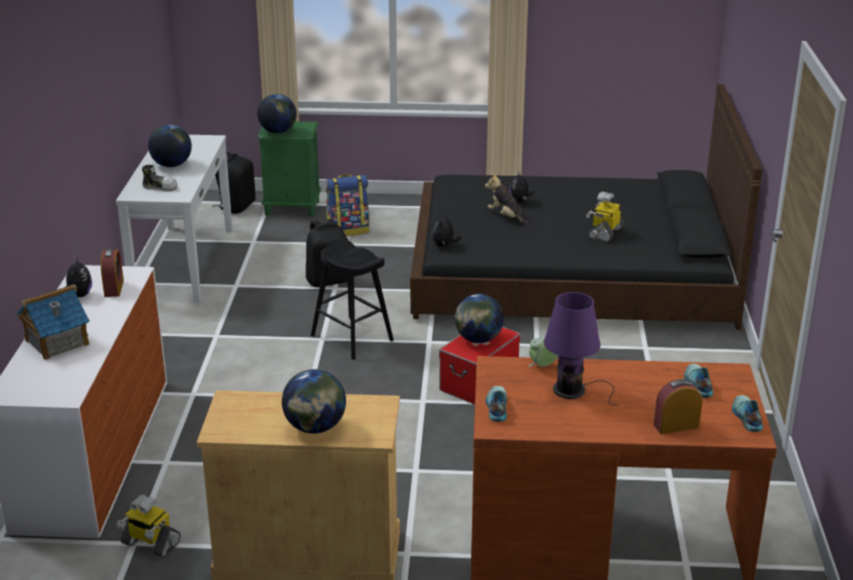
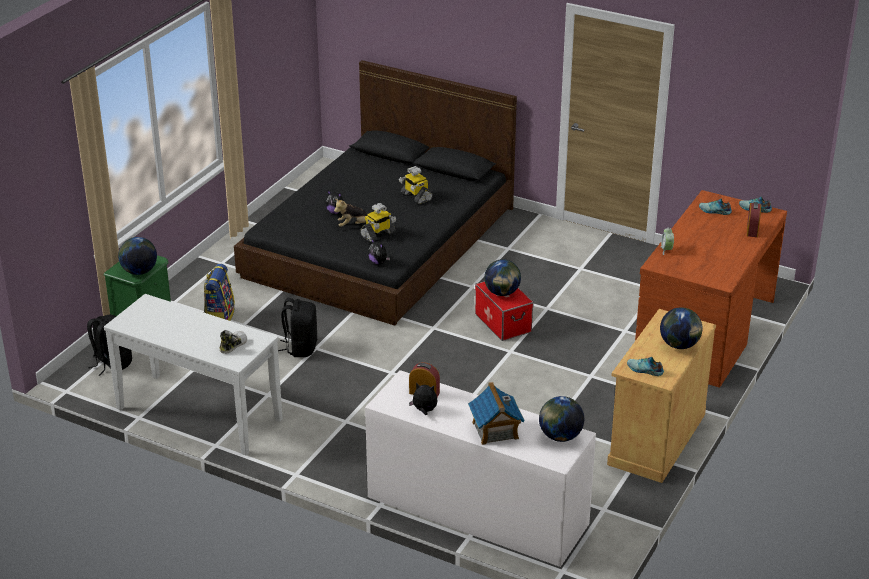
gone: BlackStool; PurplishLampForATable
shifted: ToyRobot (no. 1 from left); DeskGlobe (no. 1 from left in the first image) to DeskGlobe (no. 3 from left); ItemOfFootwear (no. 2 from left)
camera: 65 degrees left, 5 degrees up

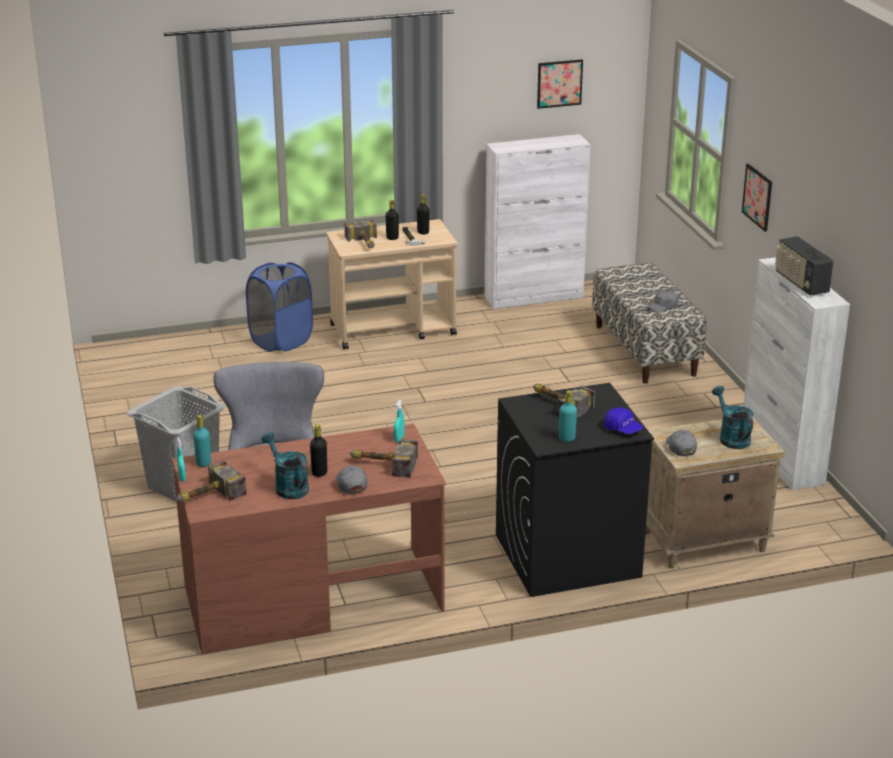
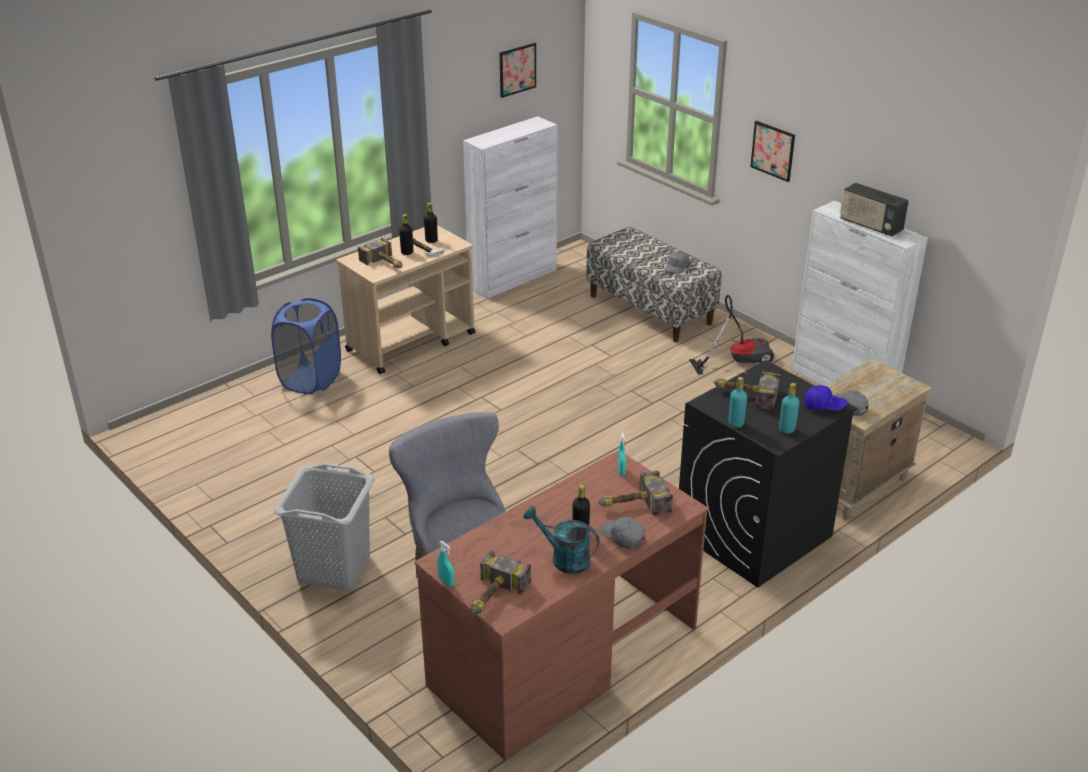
gone: TurquoiseWateringCan (no. 2 from left)
new: Vacuum
shifted: TurquoiseBeverageBottle (no. 1 from left)
camera: 25 degrees left, 5 degrees up

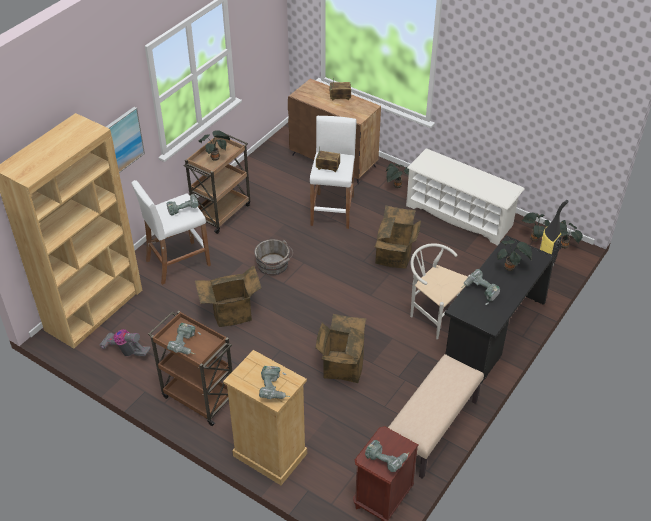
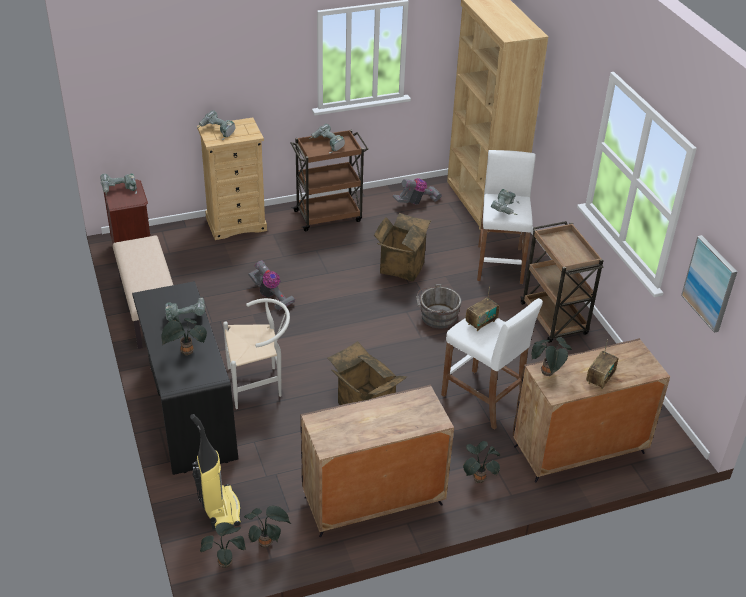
shifted: WallArt; PottedPlant (no. 1 from left in the first image) to PottedPlant (no. 5 from left)
swapped: PackingBox (no. 2 from left) to Vacuum (no. 2 from left); WhiteColouredShoeStand to BrownCabinet (no. 1 from left)
camera: 125 degrees right, 5 degrees down

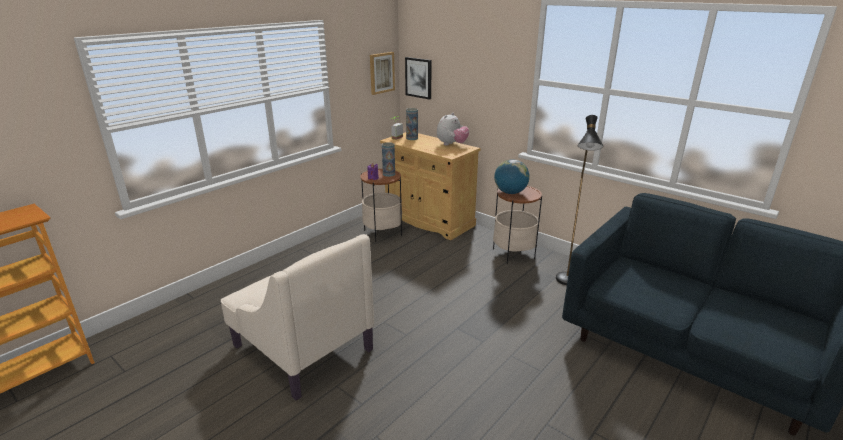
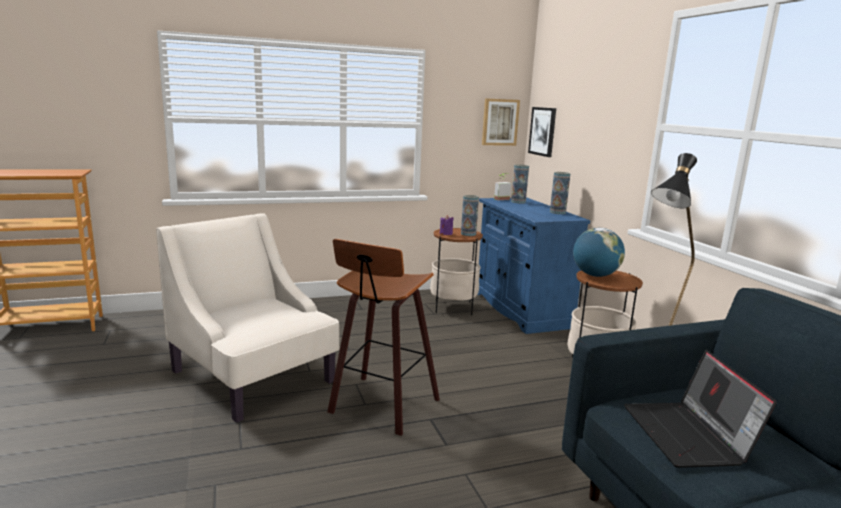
new: Stool; NotebookComputer
swapped: SoftToy to Vase (no. 3 from left)
repainted: BeigeCabinet to BlueColouredCabinet
rotated: BeigeLoungeChair 150 degrees clockwise
camera: 30 degrees right, 10 degrees down

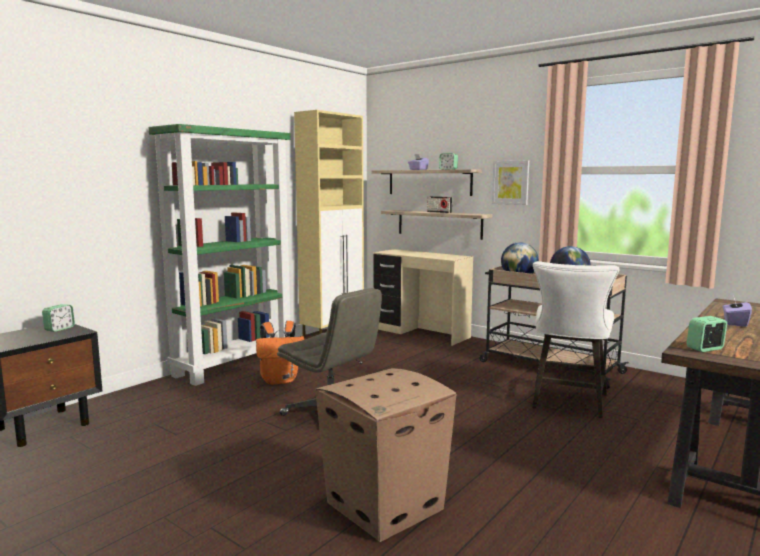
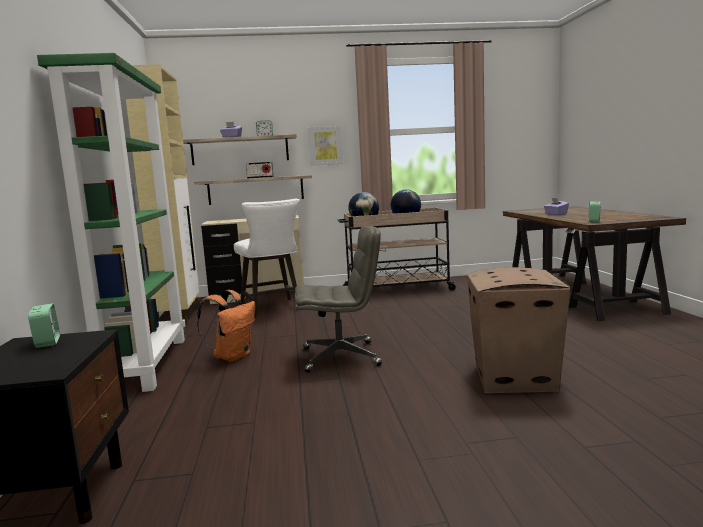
shifted: WhiteColouredStool
camera: 45 degrees left, 0 degrees up

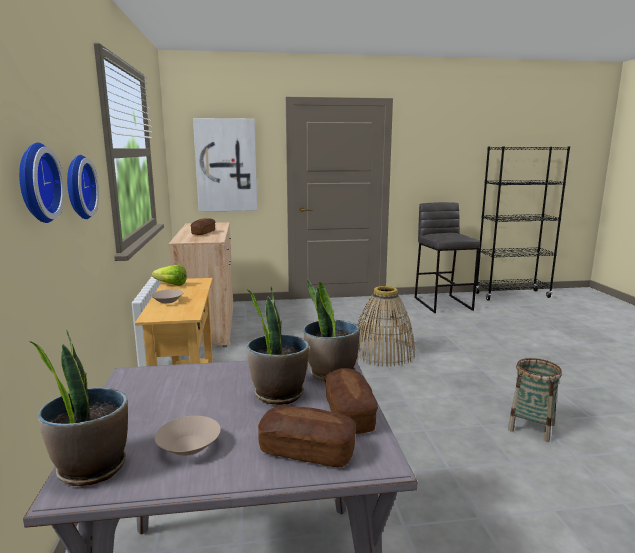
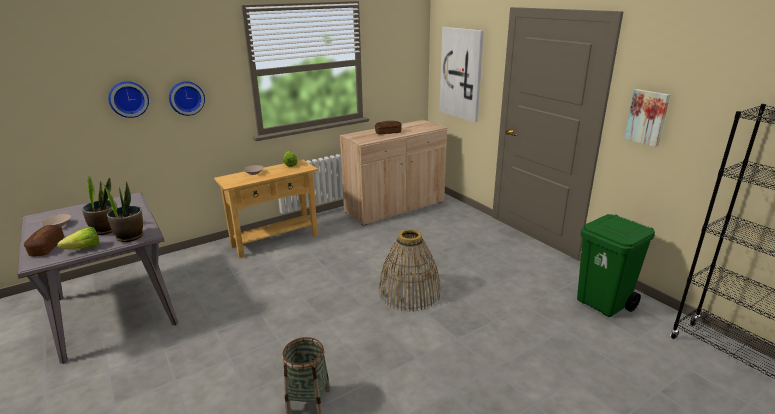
gone: PottedPlant (no. 1 from left)
new: WallArt (no. 2 from left)
swapped: Bread (no. 3 from left) to Lettuce (no. 1 from left); GrayStool to GreenRubbishBin
camera: 65 degrees right, 10 degrees up

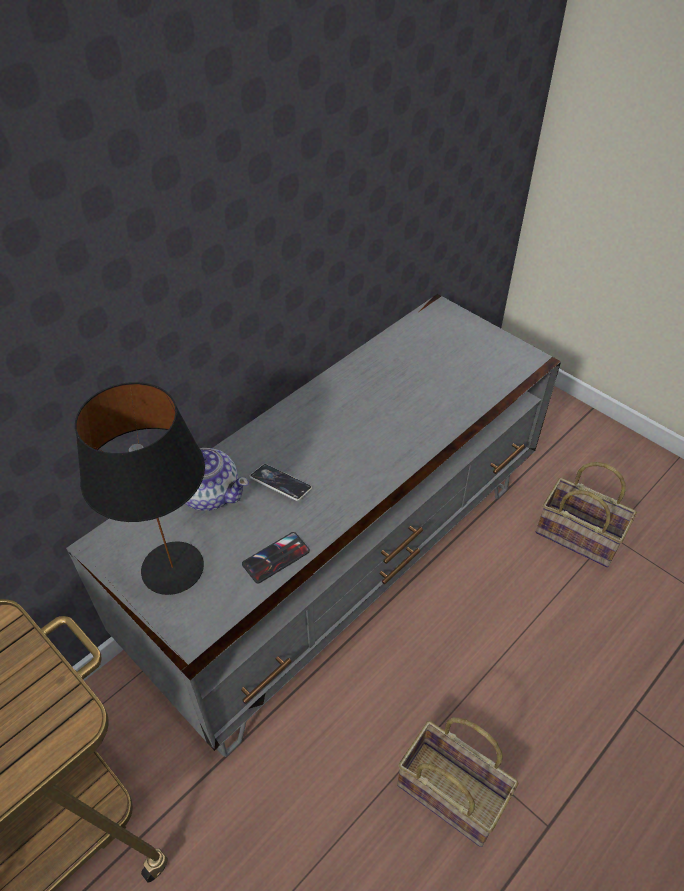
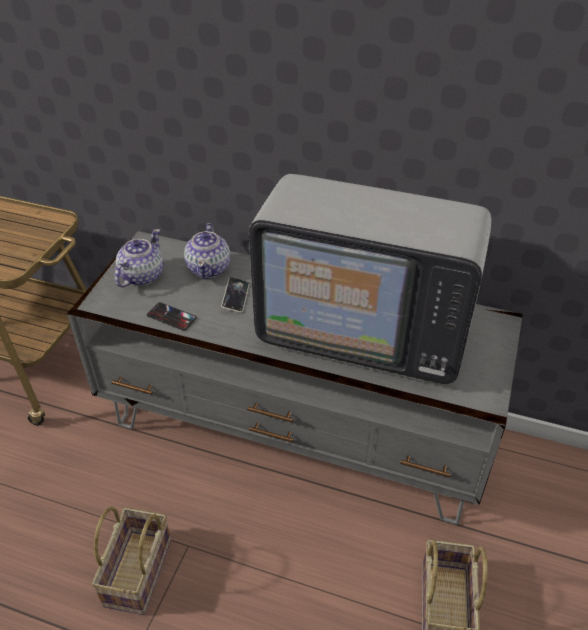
new: Tv
swapped: BlackLampForATable to PotForTea (no. 1 from left)
camera: 65 degrees right, 5 degrees down

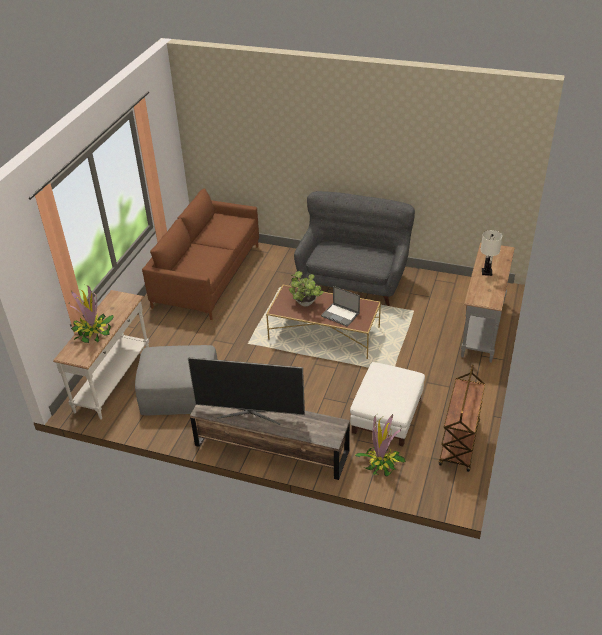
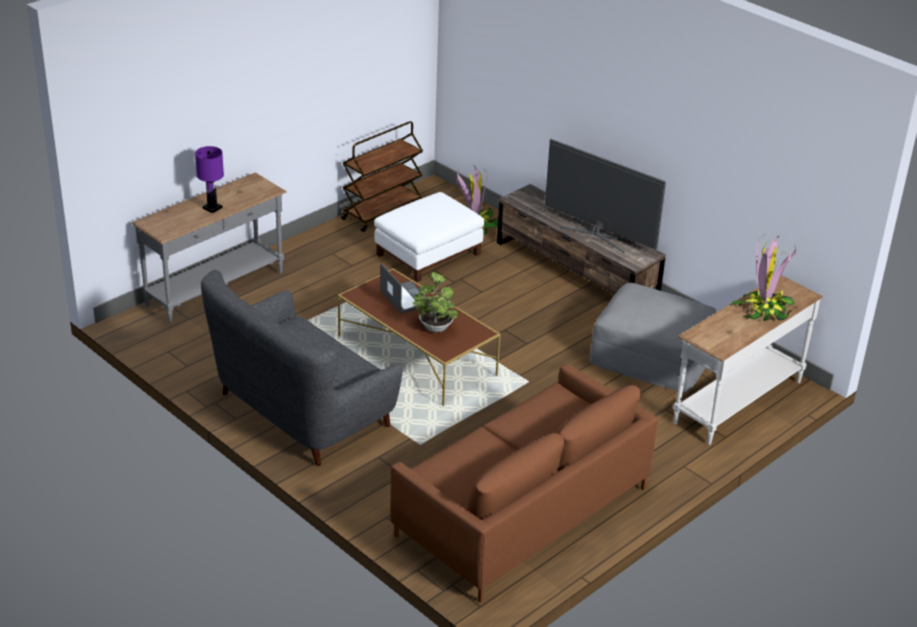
repainted: WhiteColouredLampForATable to PurplishLampForATable
camera: 155 degrees left, 5 degrees down

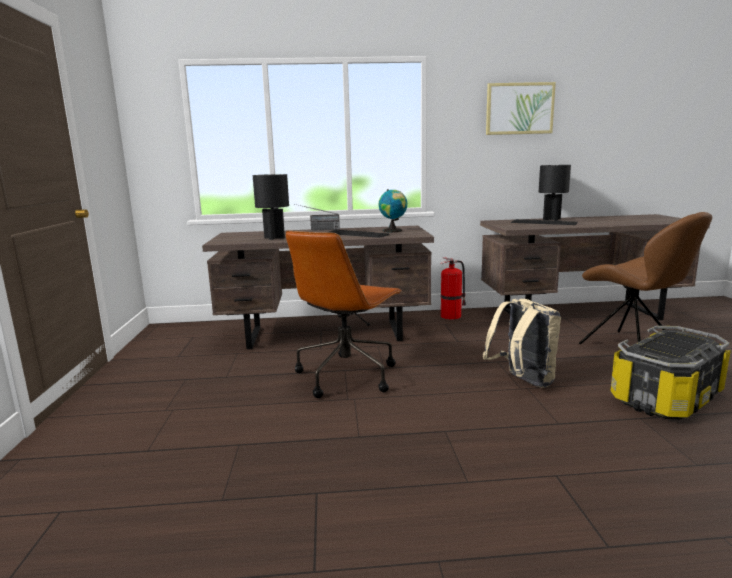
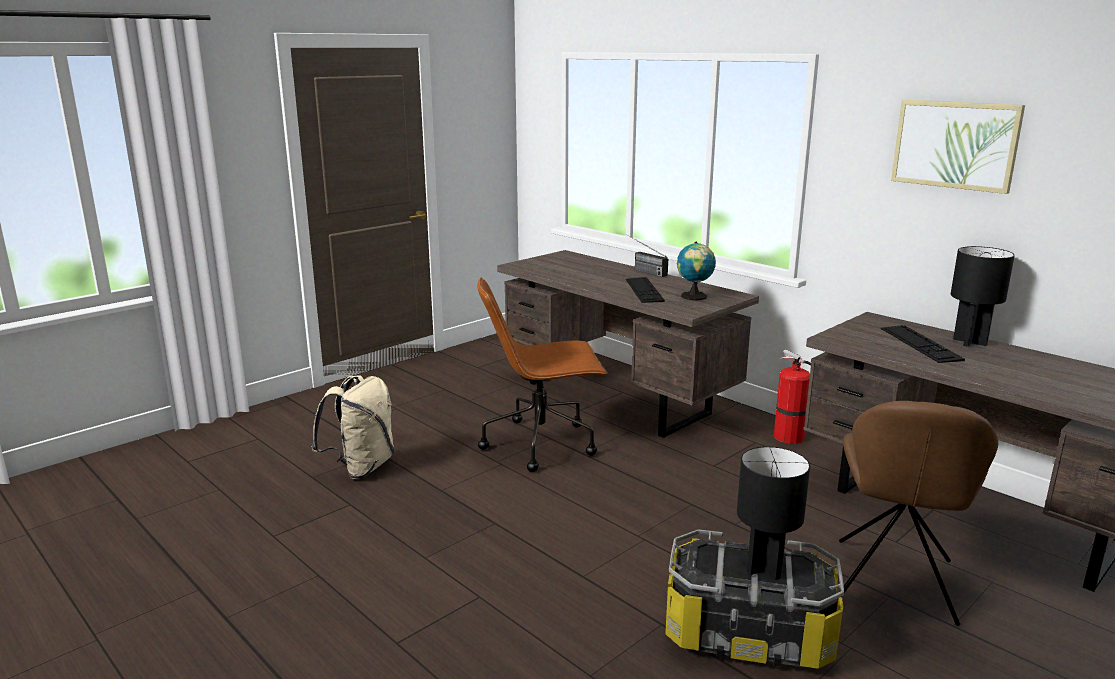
shifted: BlackLampForATable (no. 1 from left); BeigeKnapsack
camera: 50 degrees right, 5 degrees up

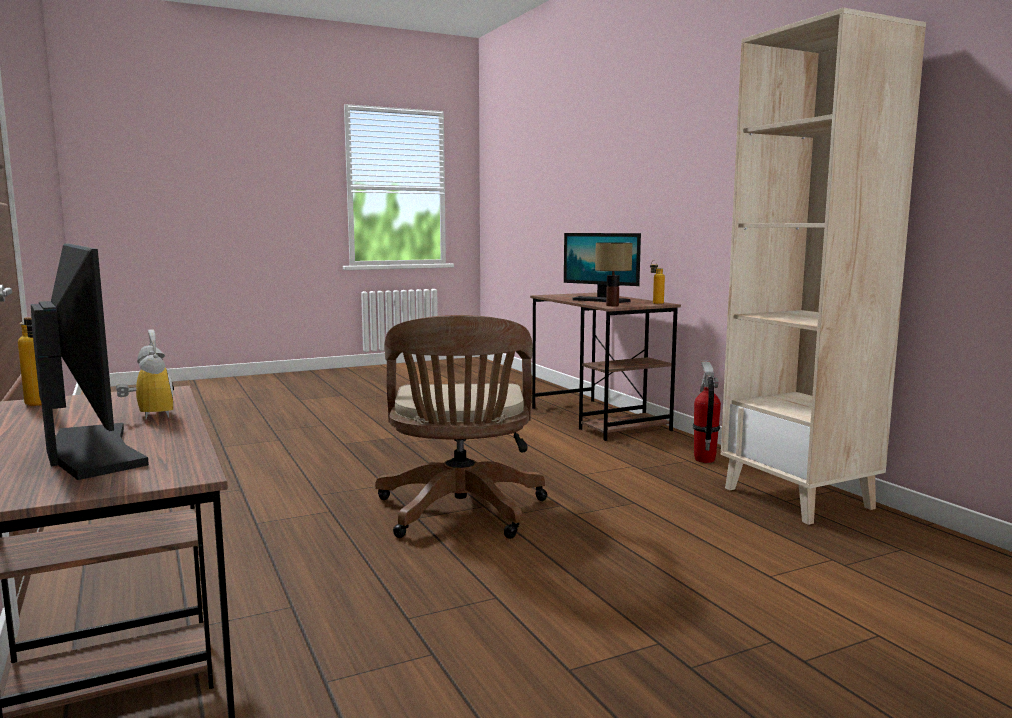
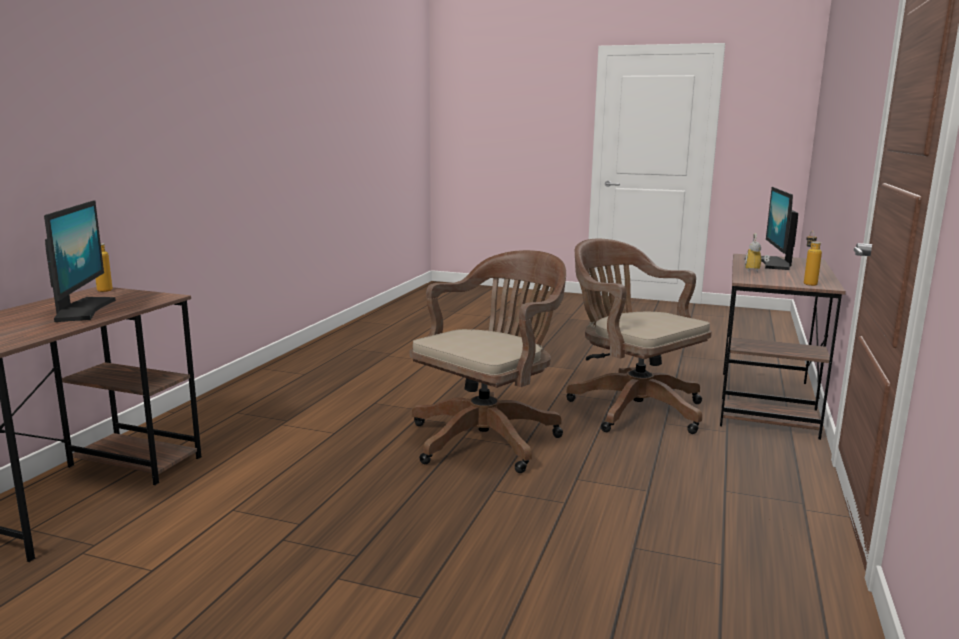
gone: LampForATable; Extinguisher; BeigeShelvingUnit
new: BrownComputerChair (no. 2 from left)
camera: 135 degrees left, 5 degrees up

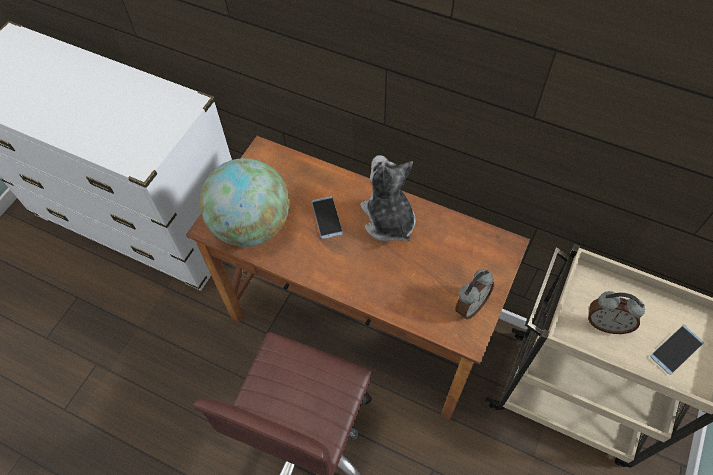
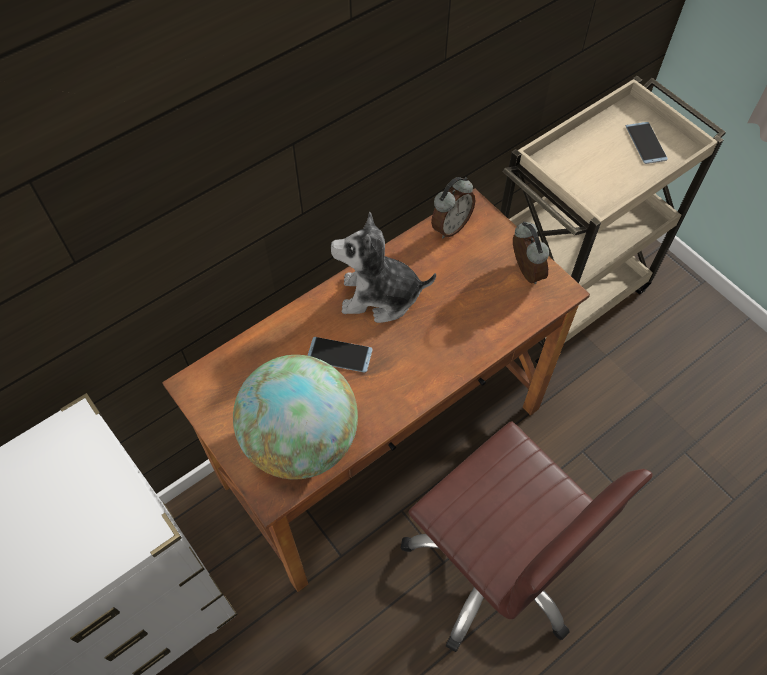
shifted: TableClock (no. 2 from left in the first image) to TableClock (no. 1 from left)
camera: 65 degrees left, 0 degrees up

